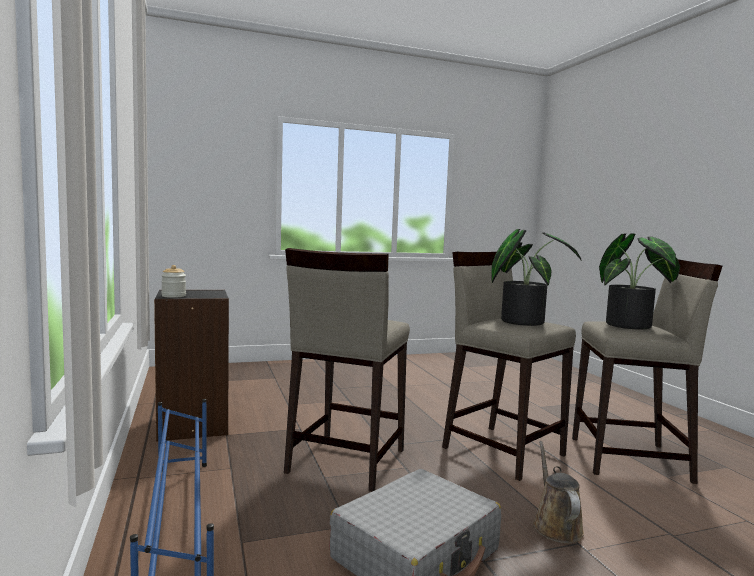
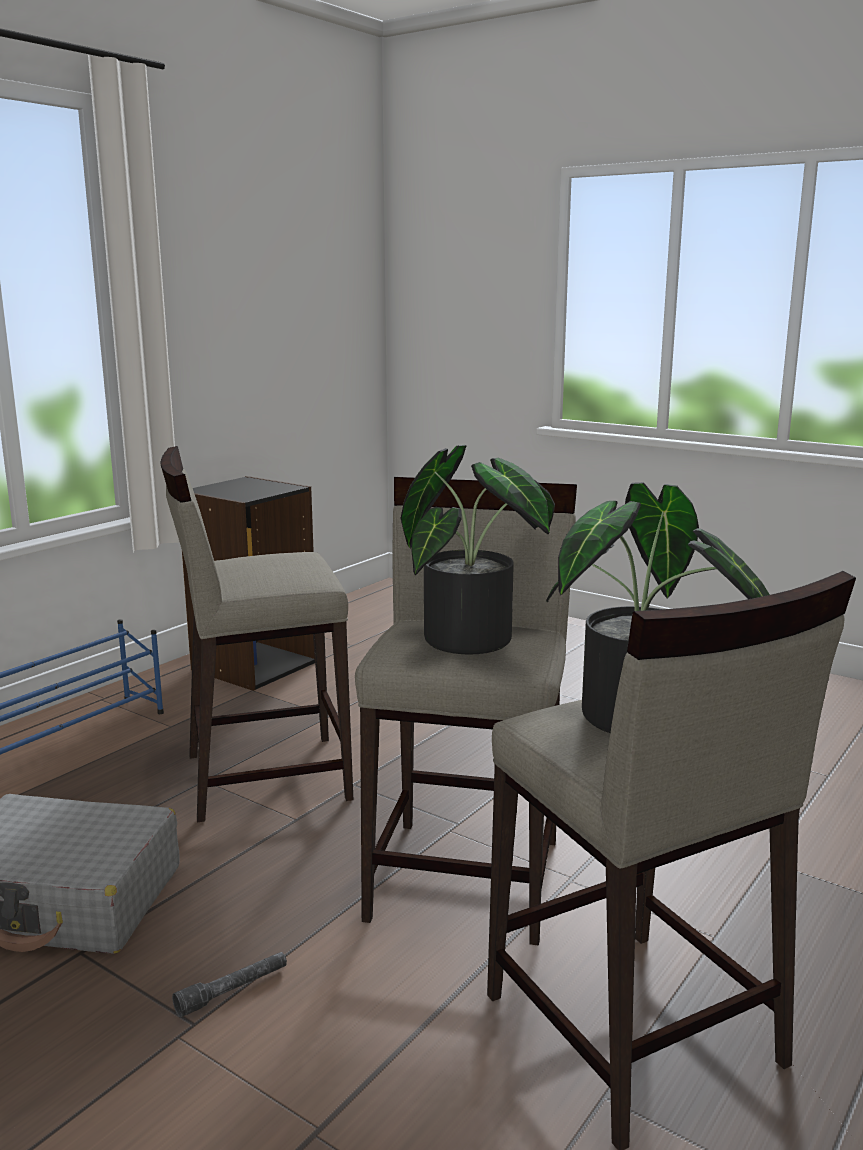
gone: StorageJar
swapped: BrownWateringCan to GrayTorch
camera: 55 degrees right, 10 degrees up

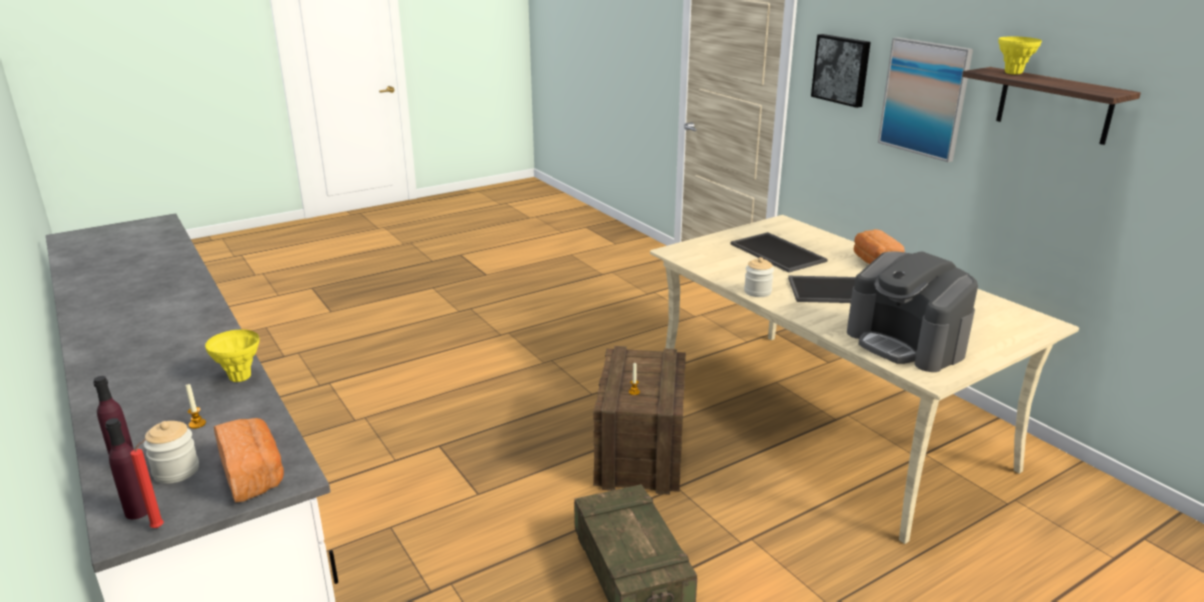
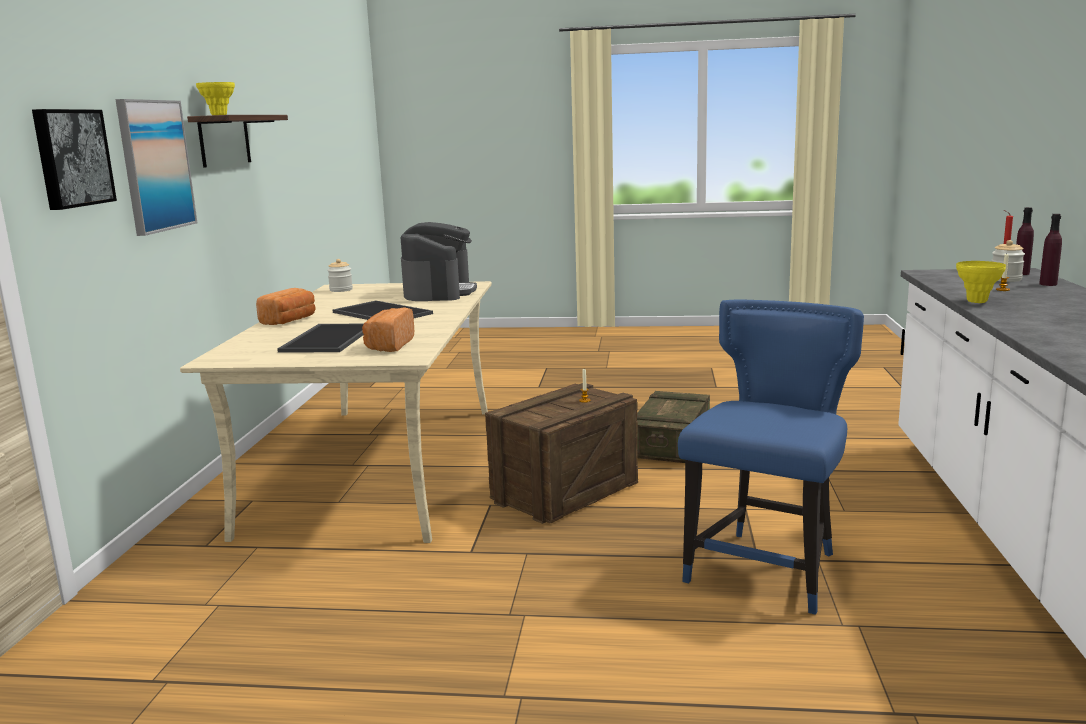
new: BlueColouredUprightChair
shifted: Bread (no. 1 from left in the first image) to Bread (no. 2 from left); StorageJar (no. 2 from left in the first image) to StorageJar (no. 1 from left)
camera: 140 degrees left, 10 degrees down

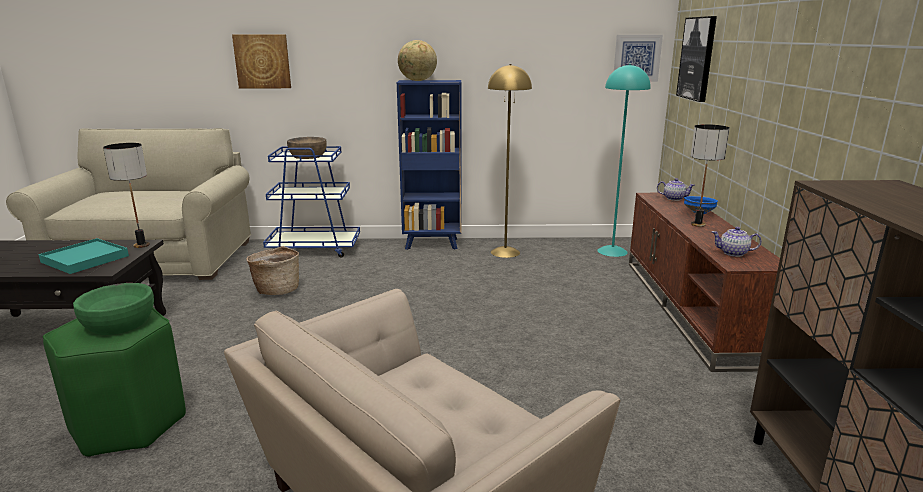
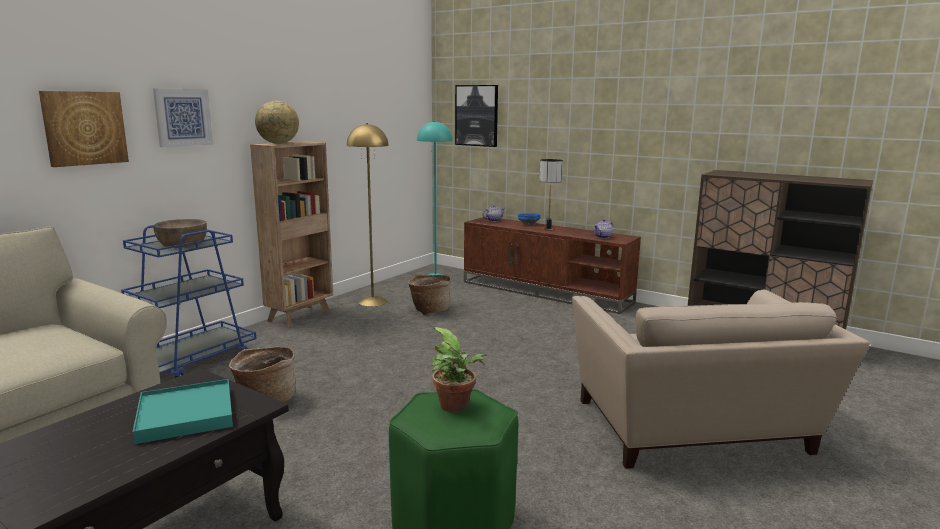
gone: LampForATable (no. 1 from left)
new: HouseholdBasket (no. 2 from left)
shifted: WallArt (no. 2 from left)
swapped: GreenDeepDish to PottedPlant
repainted: BlueColouredShelvingUnit to BrownShelvingUnit
camera: 55 degrees left, 5 degrees down

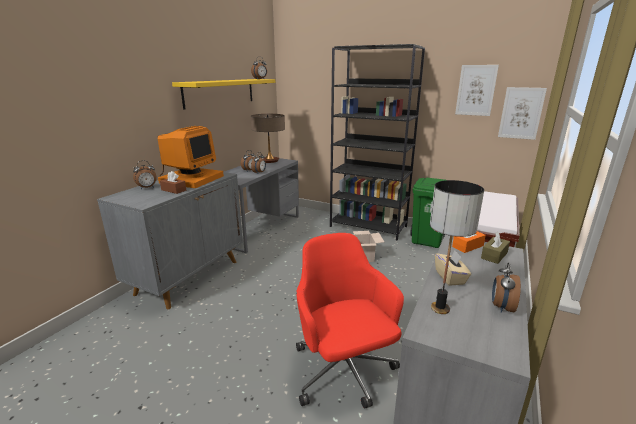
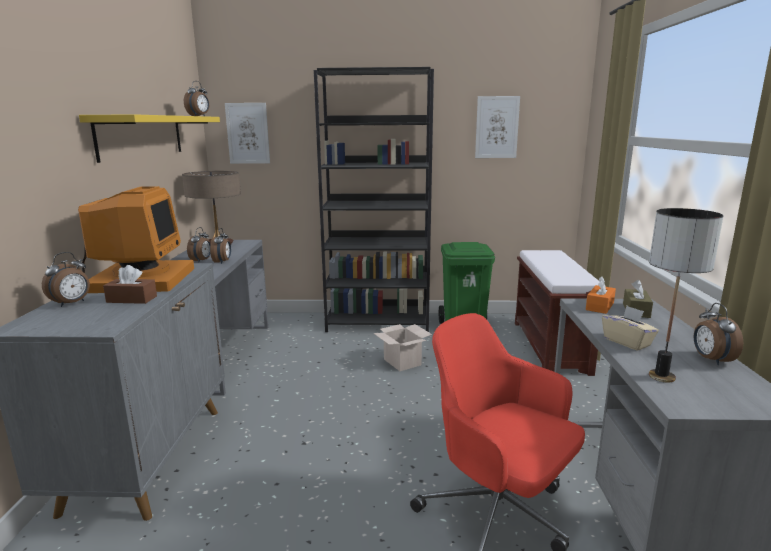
shifted: WallArt (no. 2 from left in the first image) to WallArt (no. 1 from left)
camera: 25 degrees left, 5 degrees down

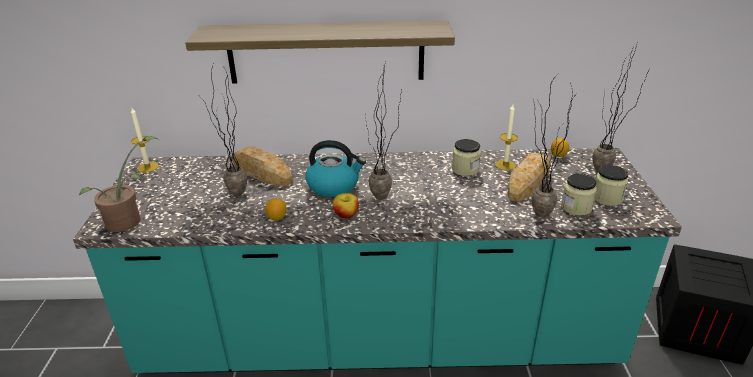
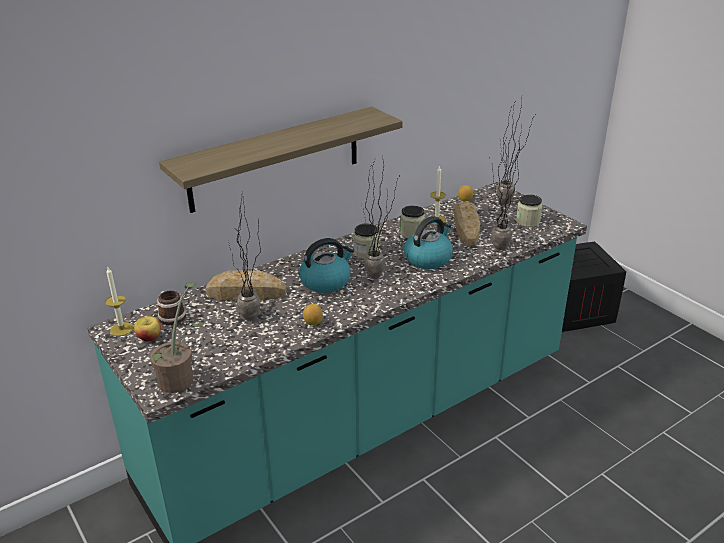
new: TeaMug; WaterKettle (no. 2 from left)
shifted: WholeApple; StorageJar (no. 2 from left in the first image) to StorageJar (no. 1 from left)
camera: 35 degrees left, 0 degrees up

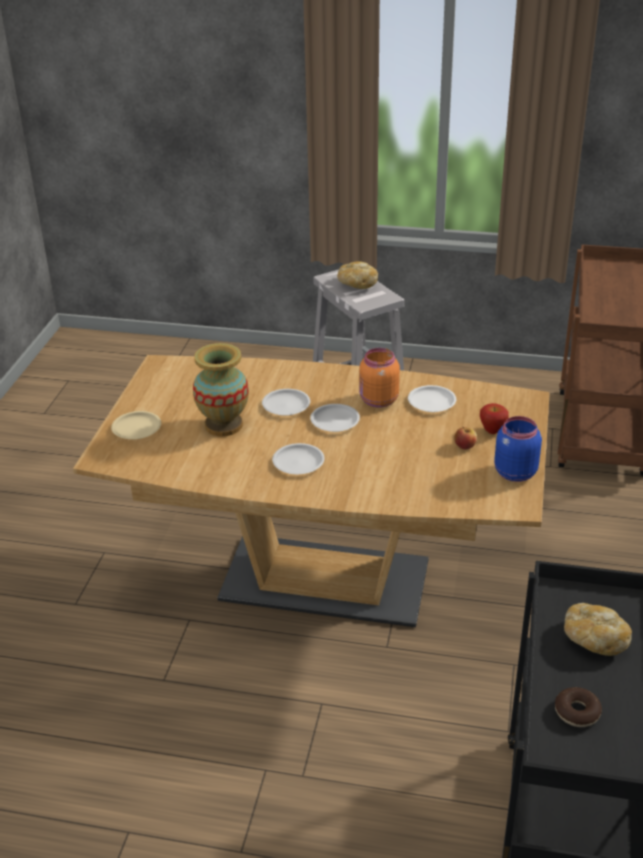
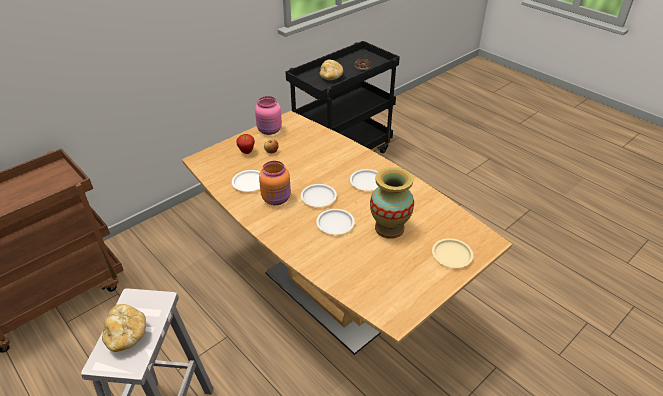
repainted: BlueColouredStorageJar to PinkColouredStorageJar
camera: 145 degrees left, 5 degrees up

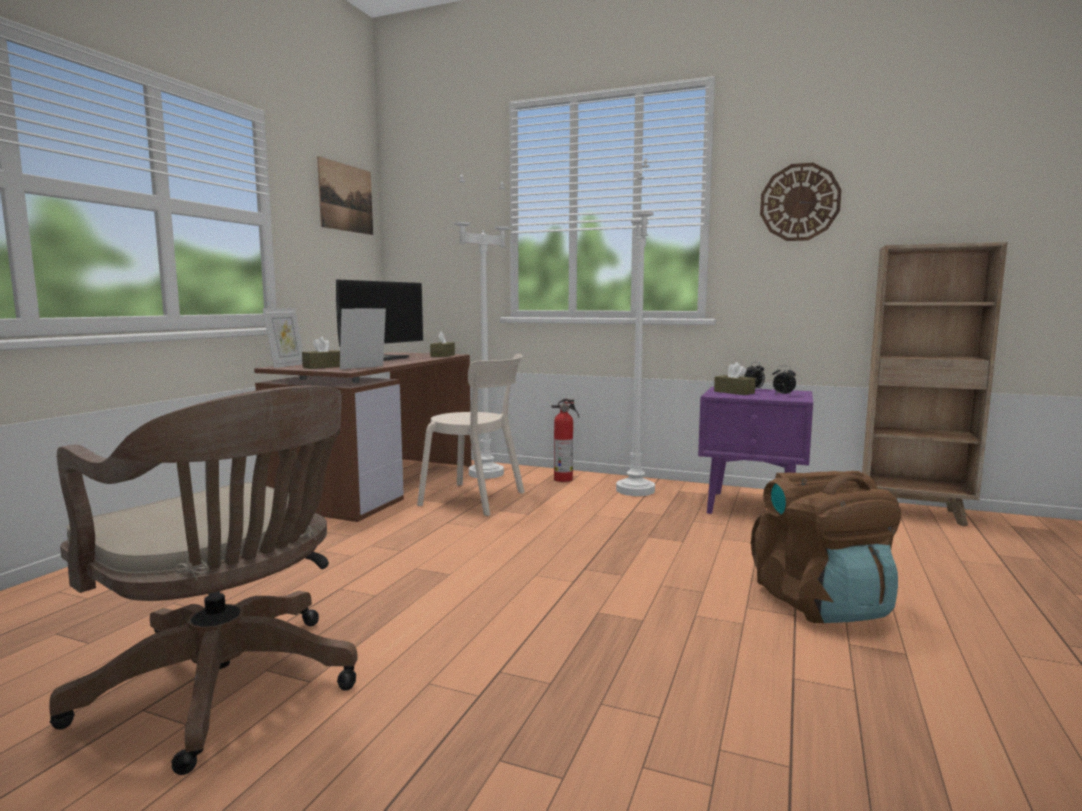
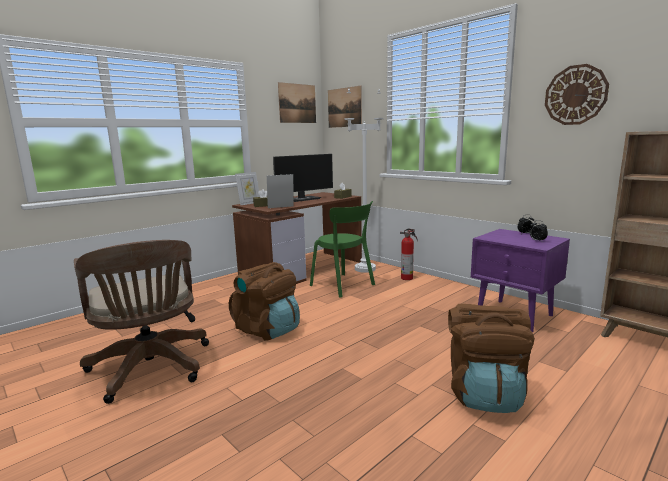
gone: WhiteColouredStandardLamp (no. 2 from left); BrownTissueHolder (no. 3 from left)
new: BrownKnapsack (no. 1 from left); WallArt (no. 2 from left)
repainted: BeigeUprightChair to GreenUprightChair
camera: 25 degrees right, 5 degrees up

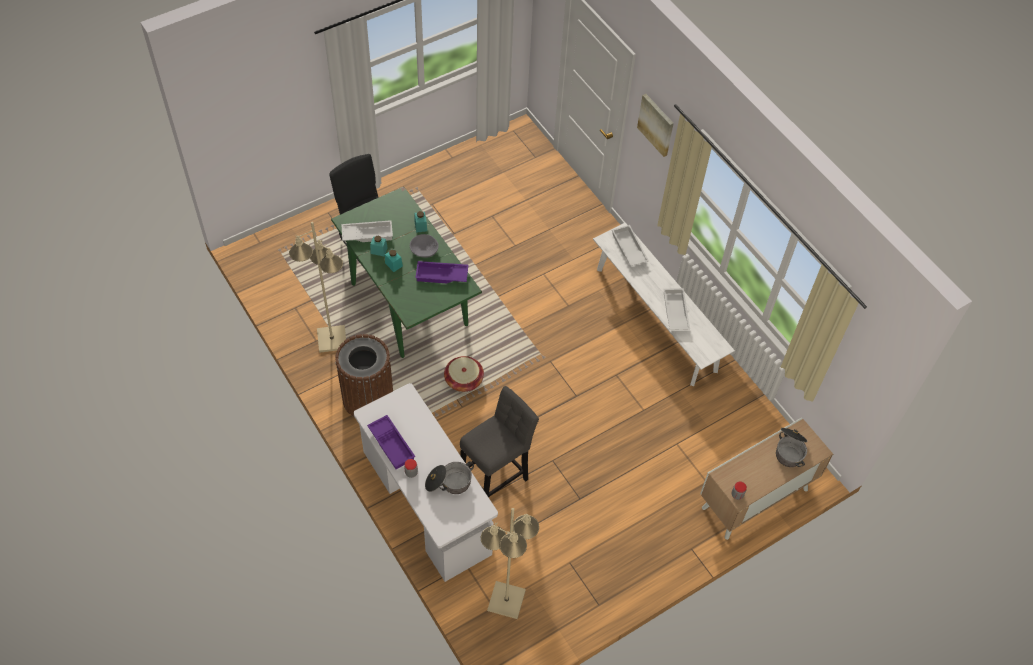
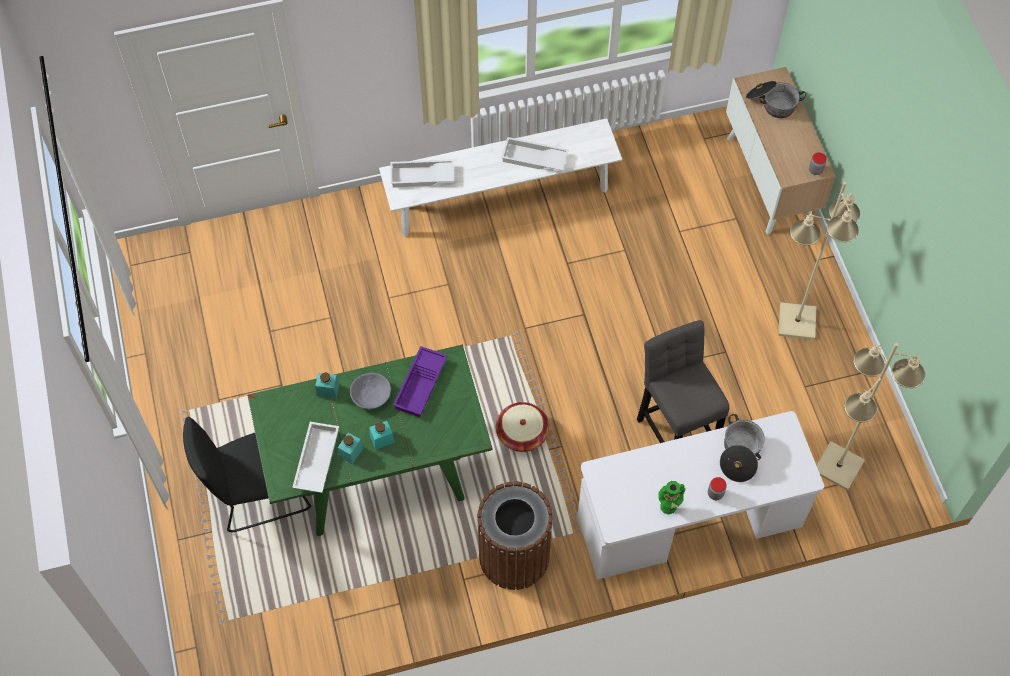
gone: WallArt
shifted: BeigeStandardLamp (no. 1 from left)
swapped: PurplishTray (no. 1 from left) to GreenVase
camera: 70 degrees left, 5 degrees up

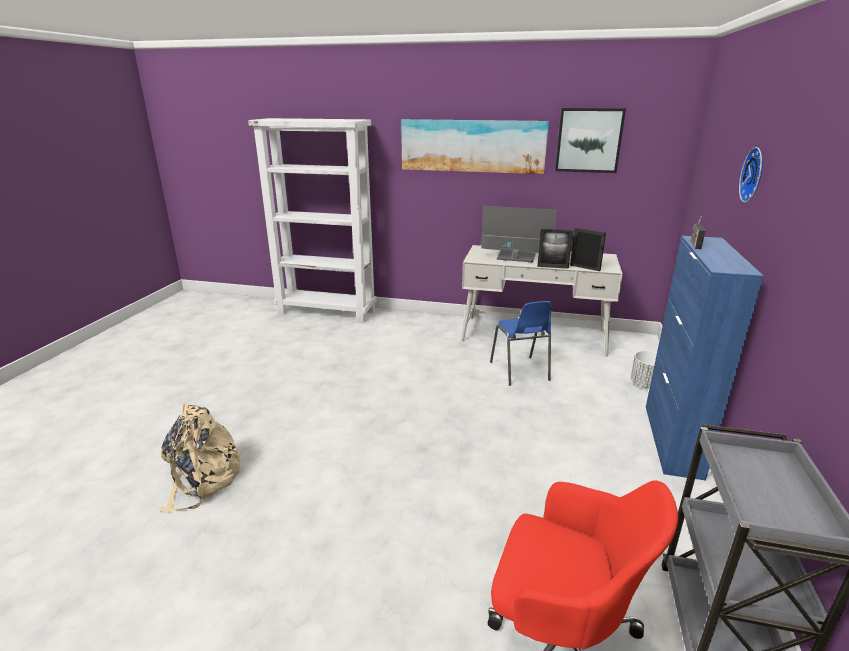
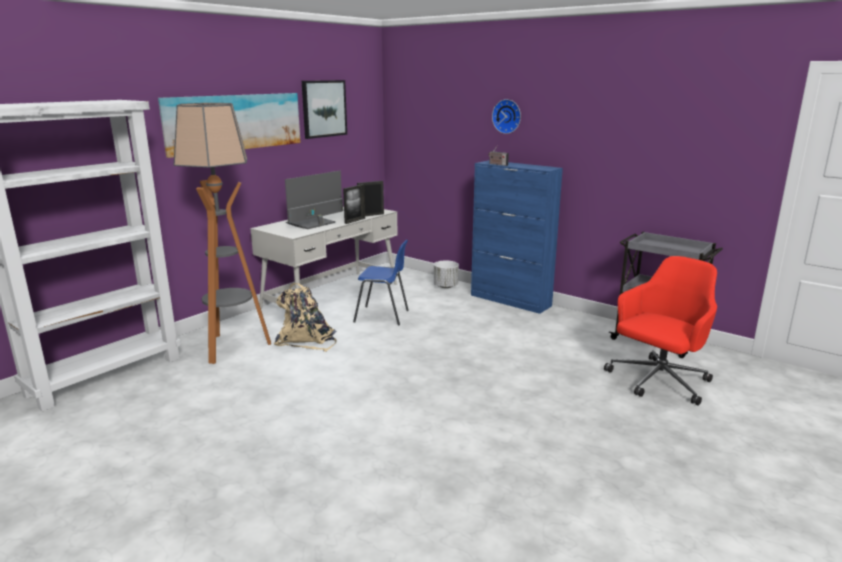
new: StandardLamp
shifted: BeigeKnapsack
camera: 65 degrees left, 5 degrees down

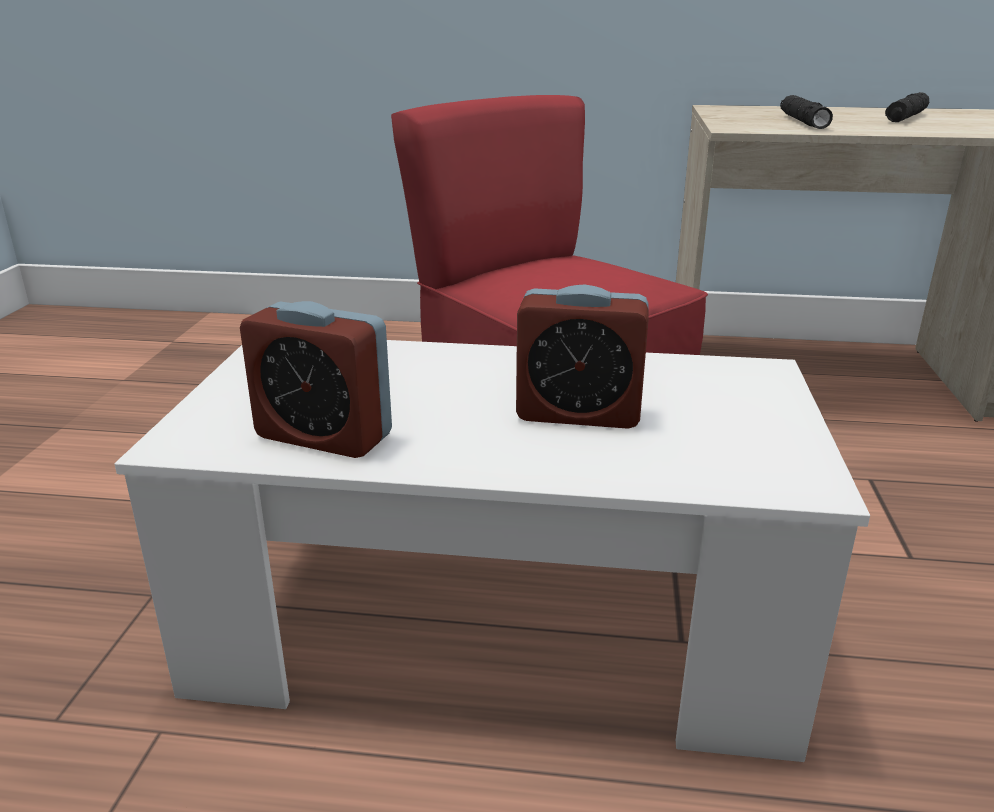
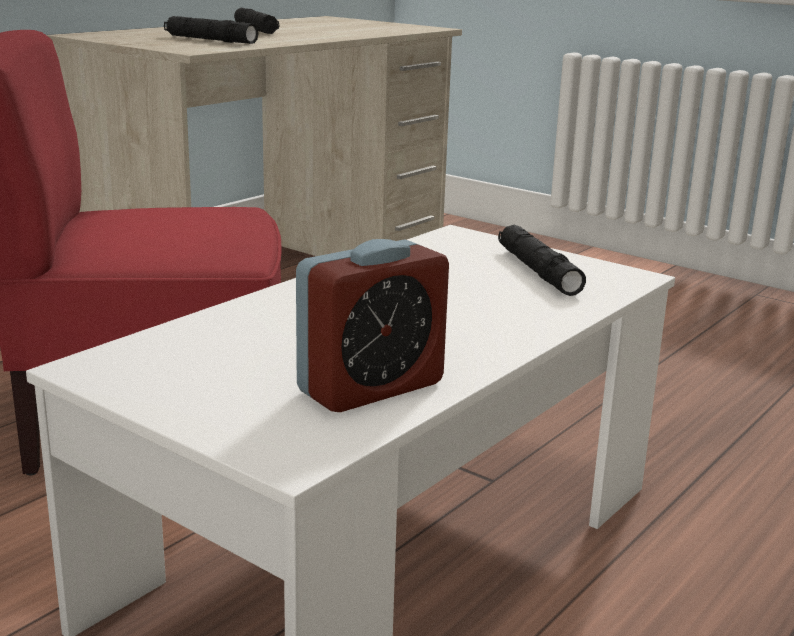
gone: TableClock (no. 2 from left)
new: BlackTorch (no. 3 from left)
camera: 60 degrees left, 5 degrees down

